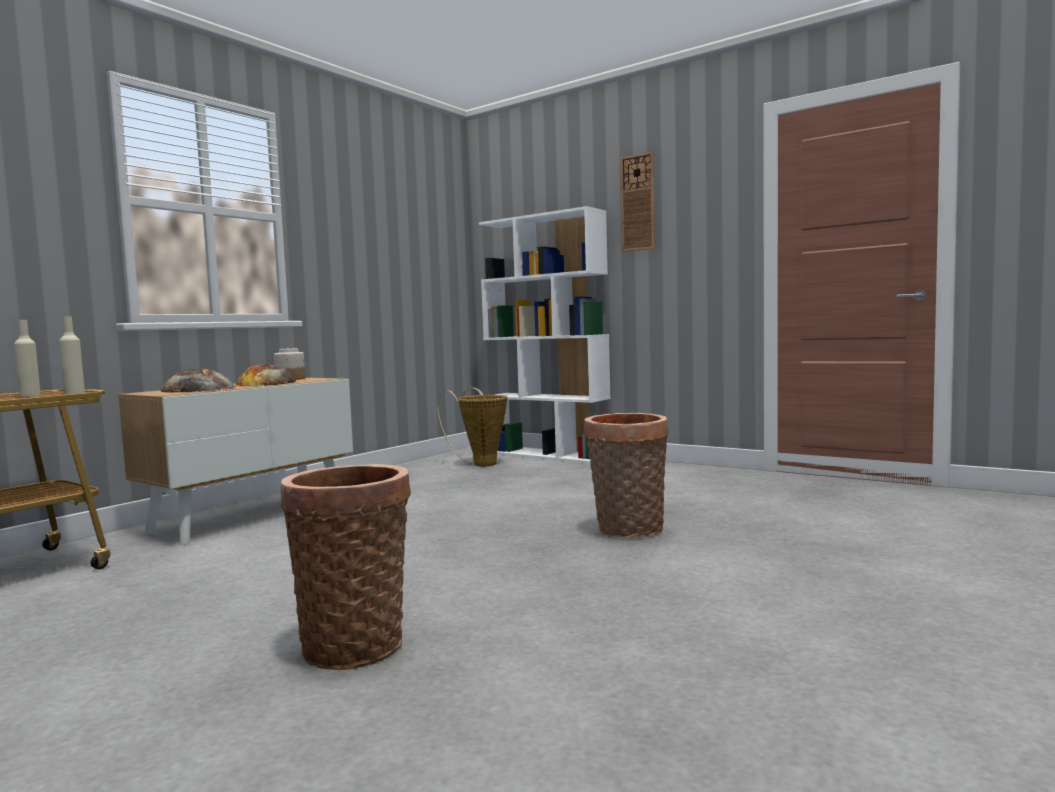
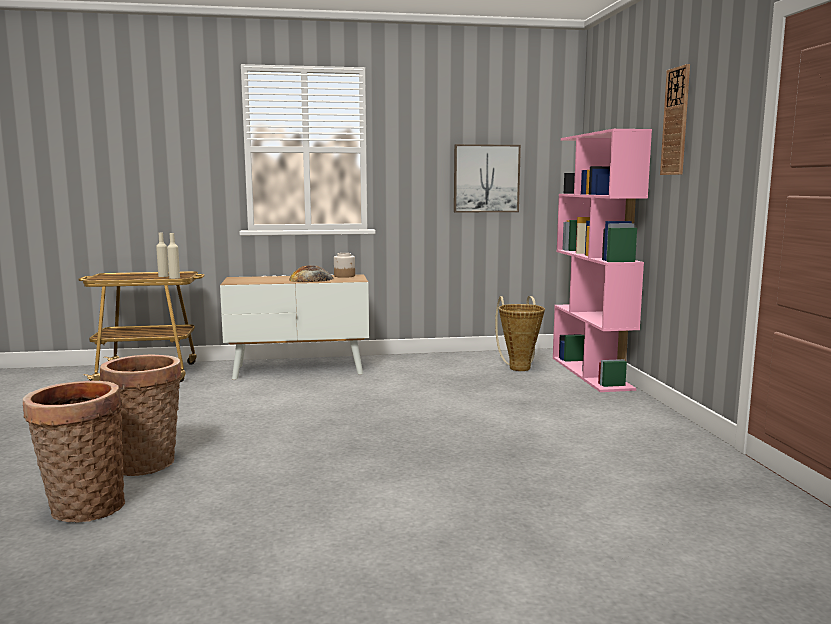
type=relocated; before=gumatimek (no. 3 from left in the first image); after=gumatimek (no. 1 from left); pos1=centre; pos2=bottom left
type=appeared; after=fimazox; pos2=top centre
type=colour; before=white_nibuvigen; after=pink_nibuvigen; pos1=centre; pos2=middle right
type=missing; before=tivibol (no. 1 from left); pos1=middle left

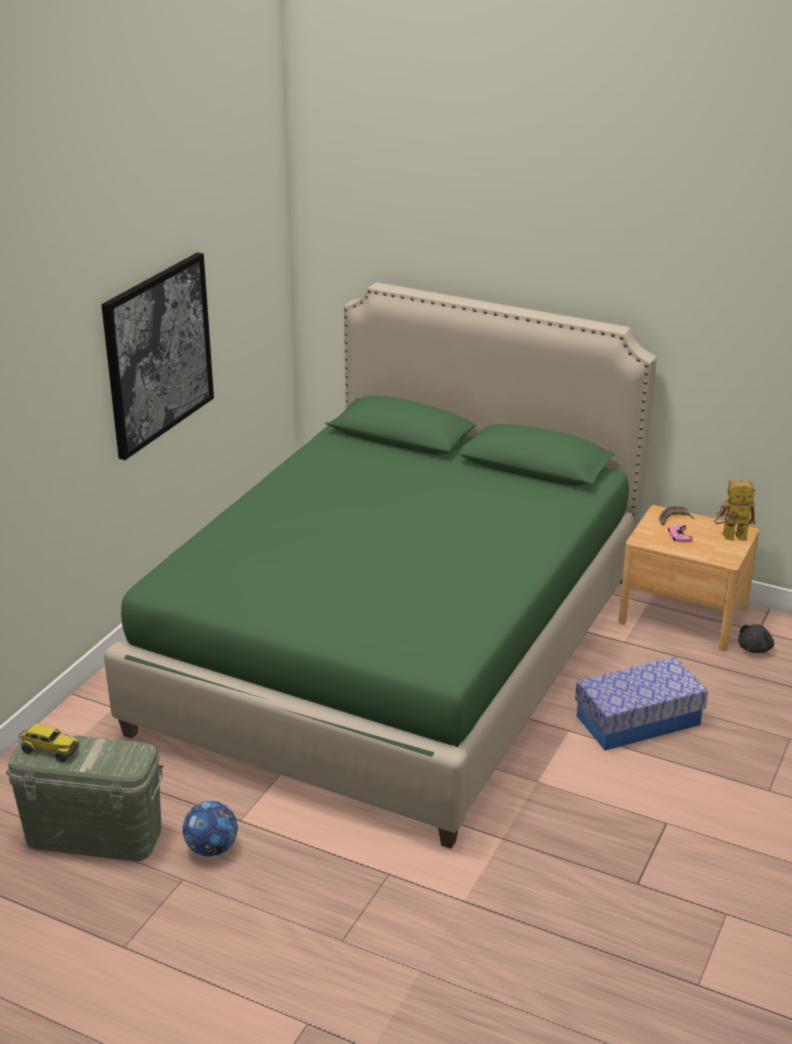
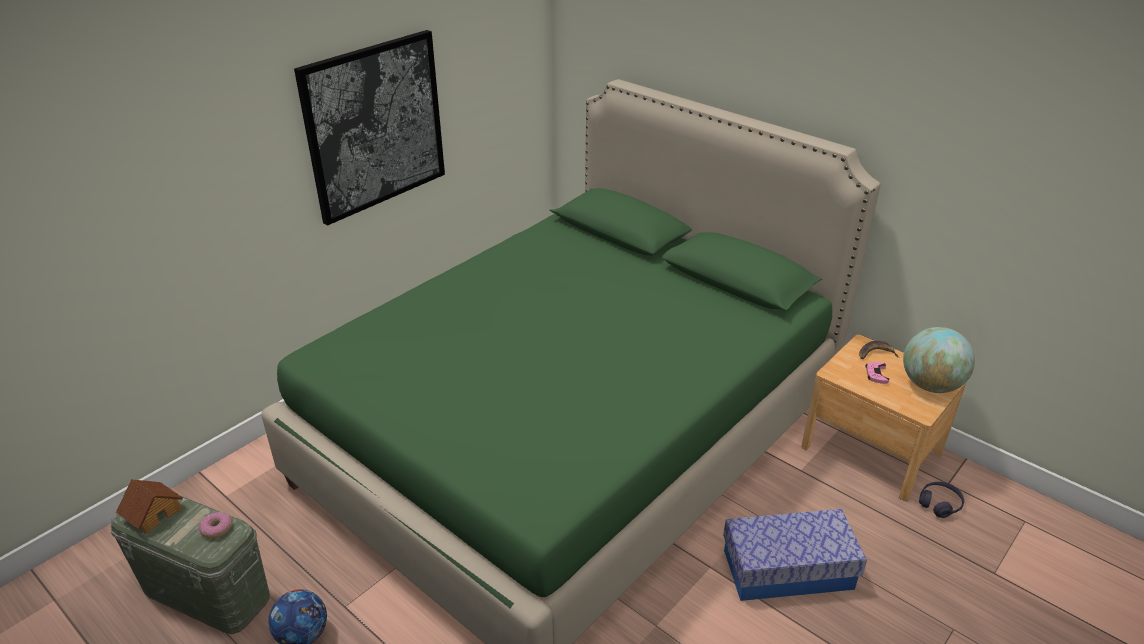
type=exchanged; before=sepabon; after=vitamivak; pos1=bottom left; pos2=bottom left
type=appeared; after=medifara; pos2=bottom left
type=exchanged; before=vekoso; after=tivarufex; pos1=middle right; pos2=middle right
type=exchanged; before=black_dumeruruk; after=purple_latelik; pos1=middle right; pos2=bottom right

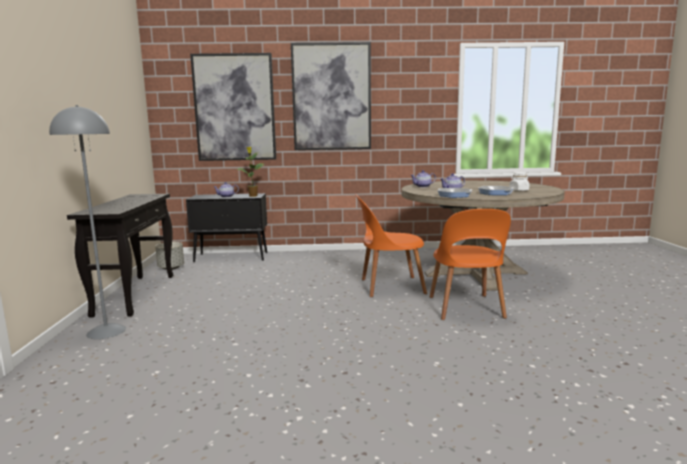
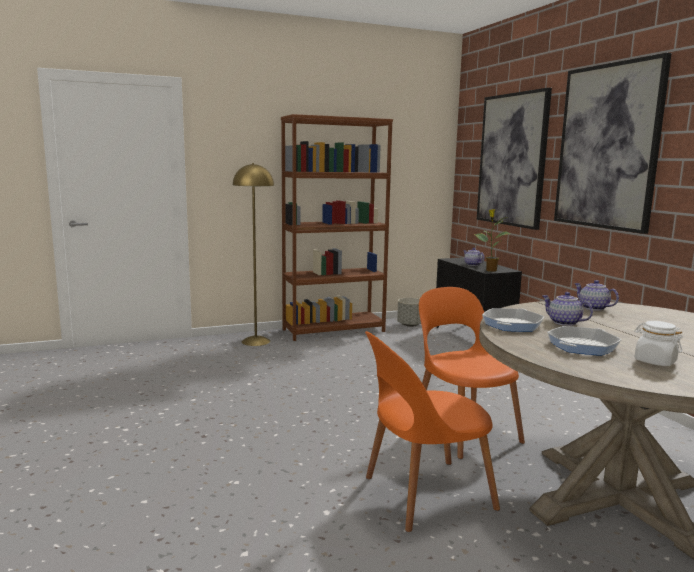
type=colour; before=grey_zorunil; after=yellow_zorunil; pos1=middle left; pos2=centre
type=exchanged; before=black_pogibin; after=brown_nibuvigen; pos1=middle left; pos2=centre

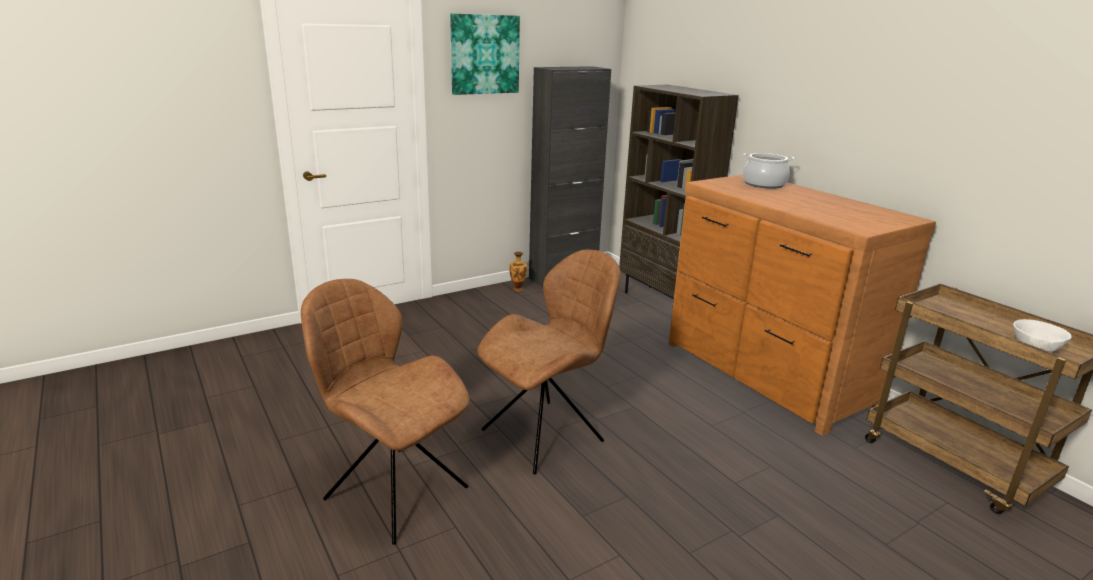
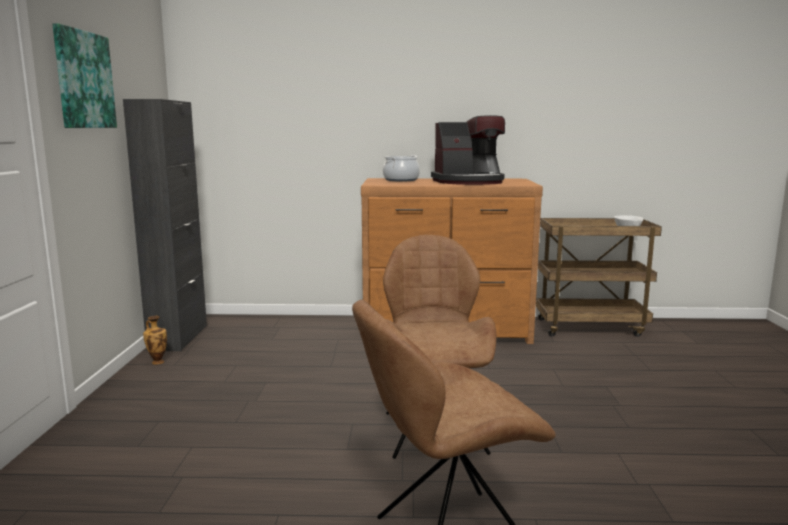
type=appeared; after=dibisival; pos2=top centre
type=missing; before=brown_nibuvigen; pos1=centre

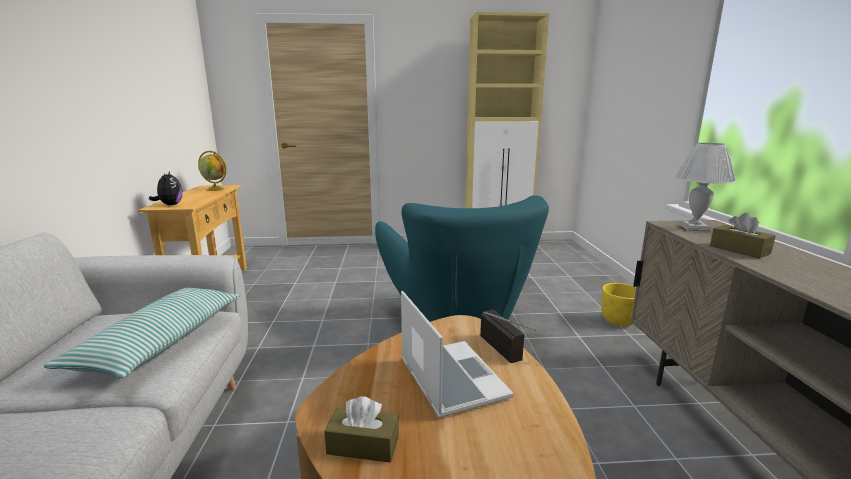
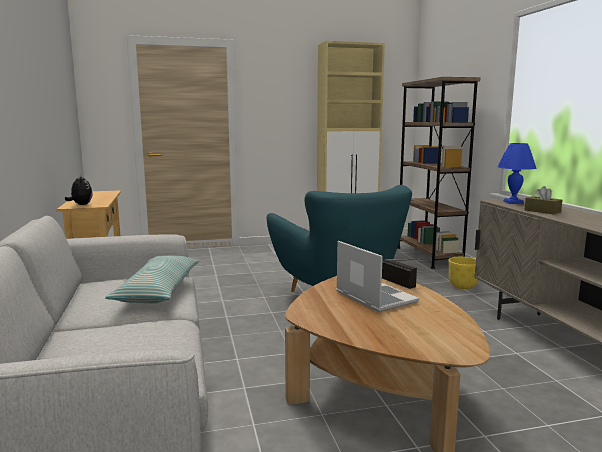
type=appeared; after=brown_nibuvigen; pos2=middle right
type=colour; before=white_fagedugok; after=blue_fagedugok; pos1=middle right; pos2=middle right
type=missing; before=tivarufex; pos1=middle left
type=missing; before=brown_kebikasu (no. 1 from left); pos1=bottom centre

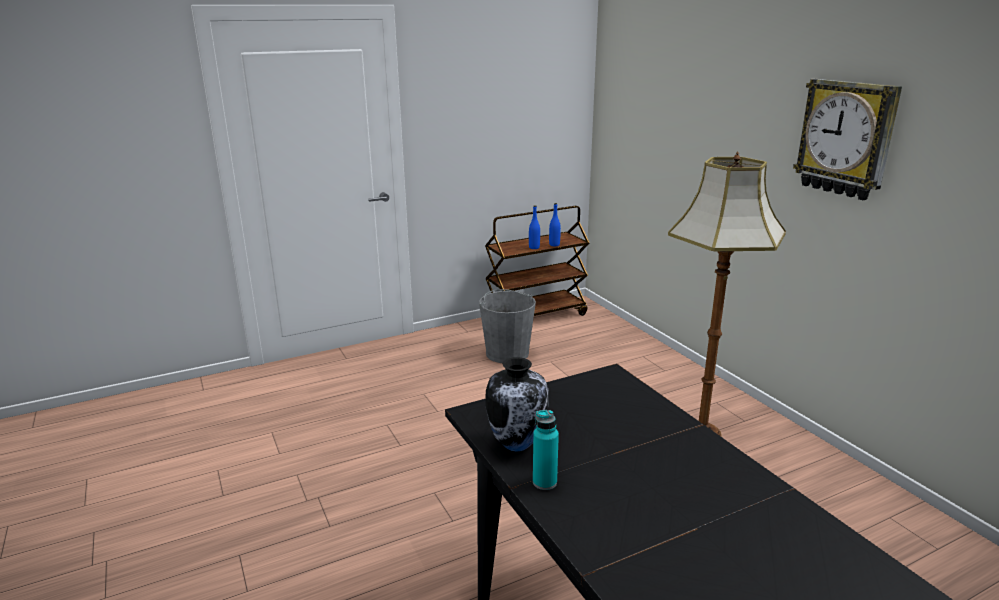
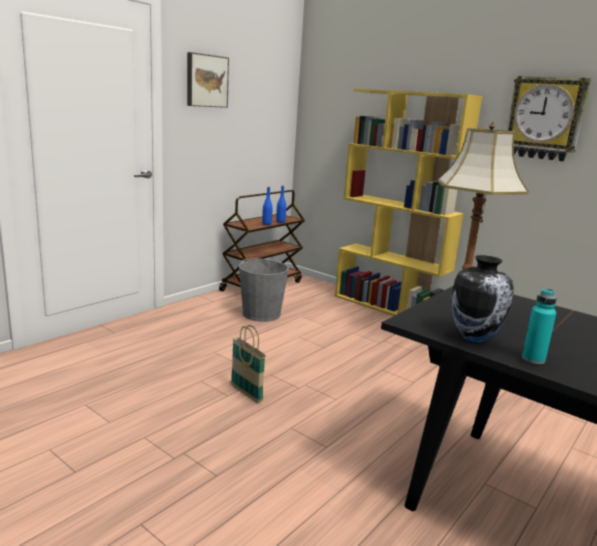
type=appeared; after=fimazox; pos2=top centre
type=appeared; after=gumatimek; pos2=bottom centre
type=appeared; after=yellow_nibuvigen; pos2=middle right

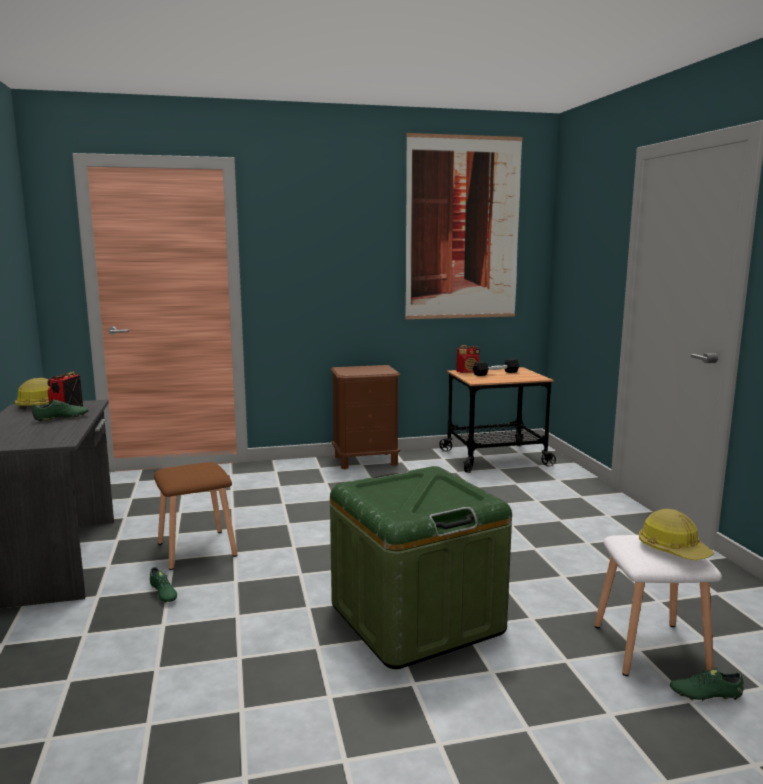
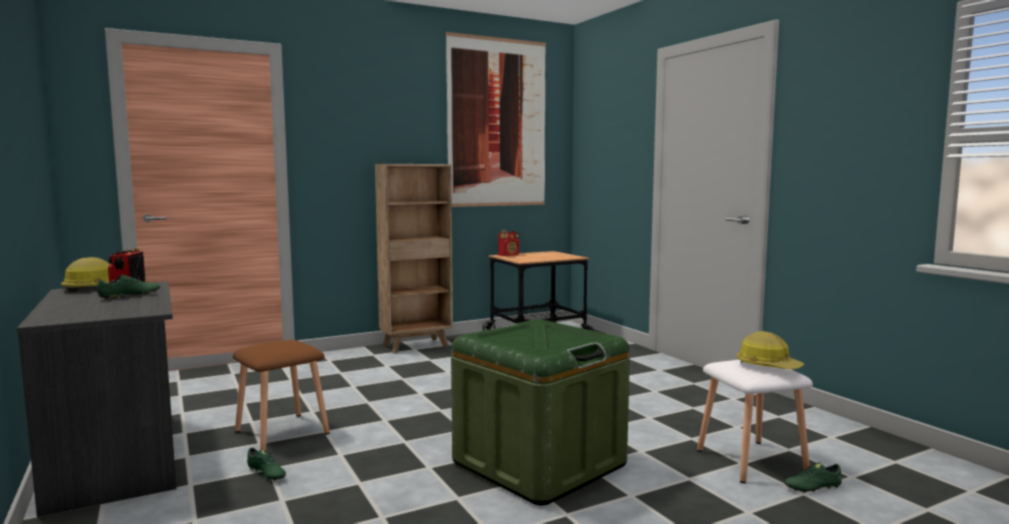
type=exchanged; before=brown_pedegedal; after=brown_nibuvigen; pos1=centre; pos2=centre
type=missing; before=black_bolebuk; pos1=centre

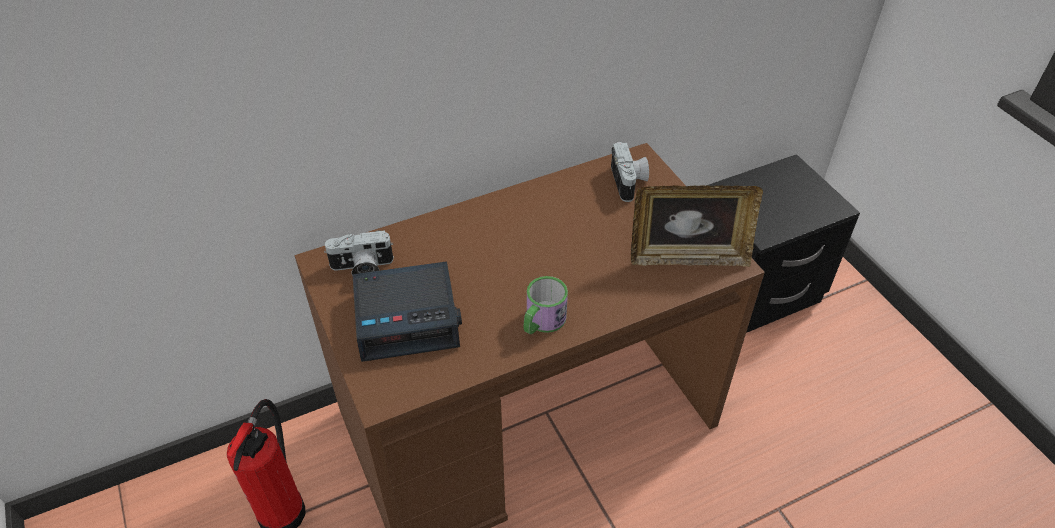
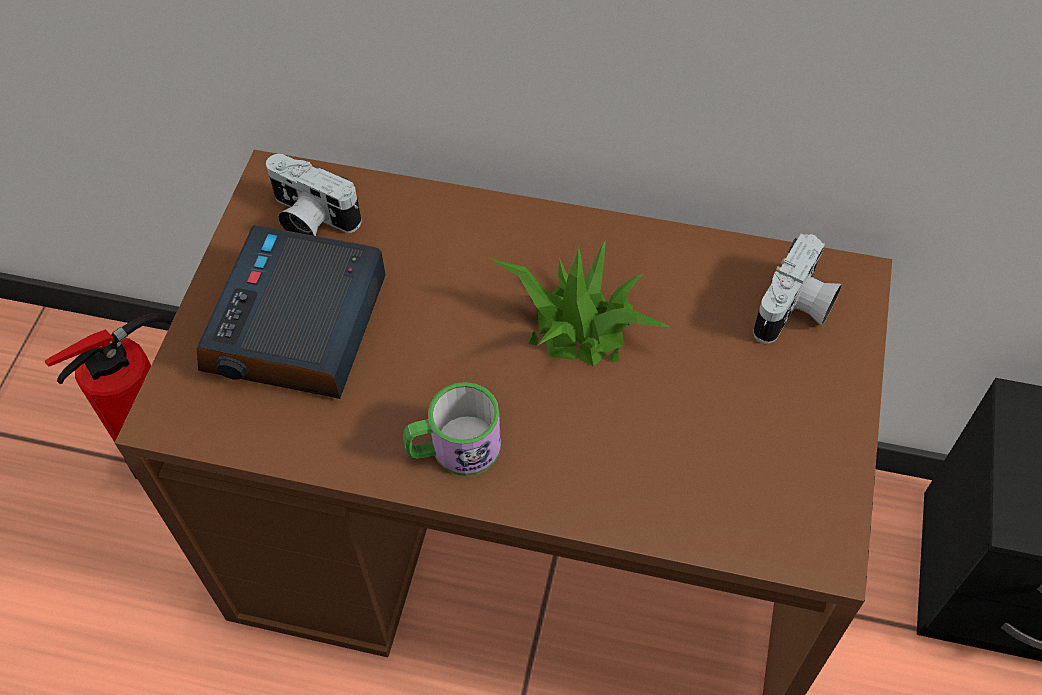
type=spun; before=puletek; pos1=centre; pos2=middle left; turn=75
type=appeared; after=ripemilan; pos2=centre
type=missing; before=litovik; pos1=centre

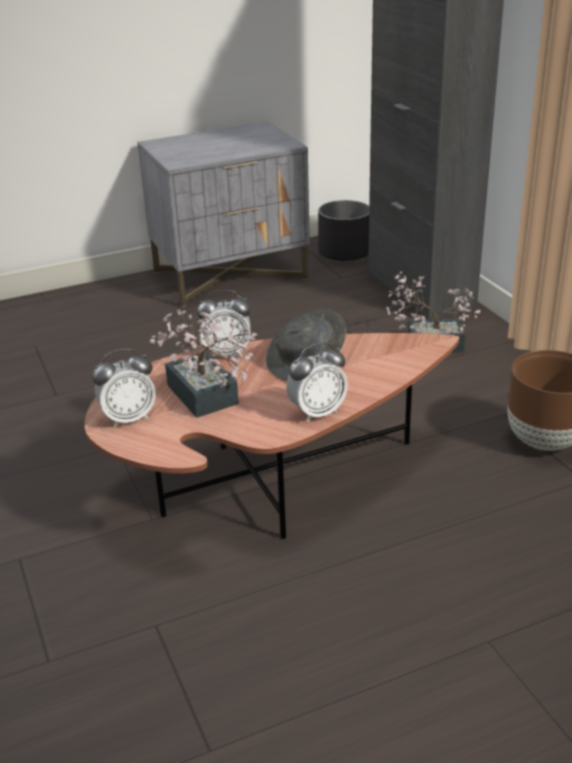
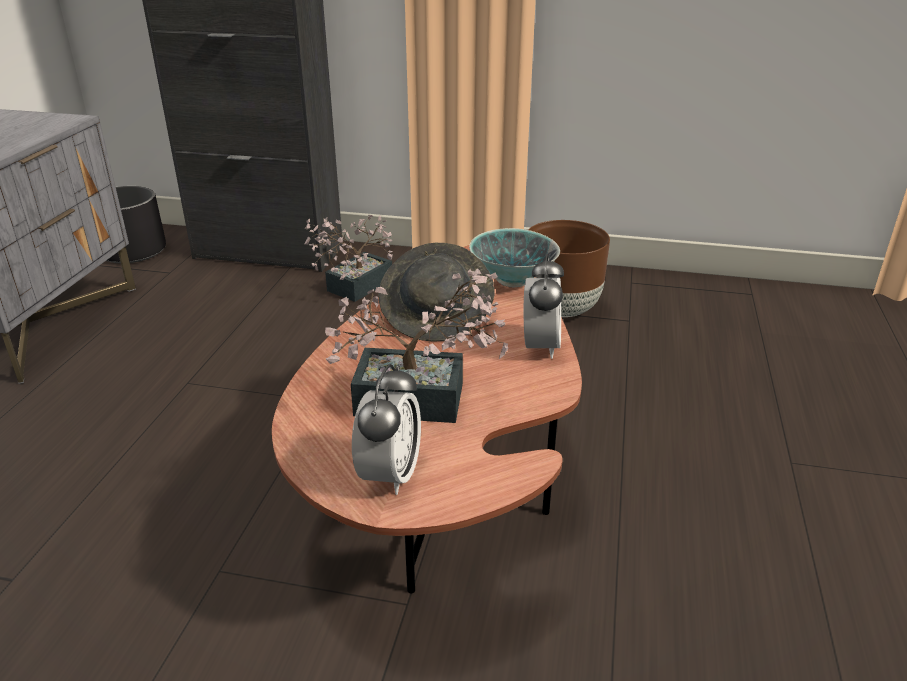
type=appeared; after=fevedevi; pos2=centre
type=missing; before=puletek (no. 2 from left); pos1=centre

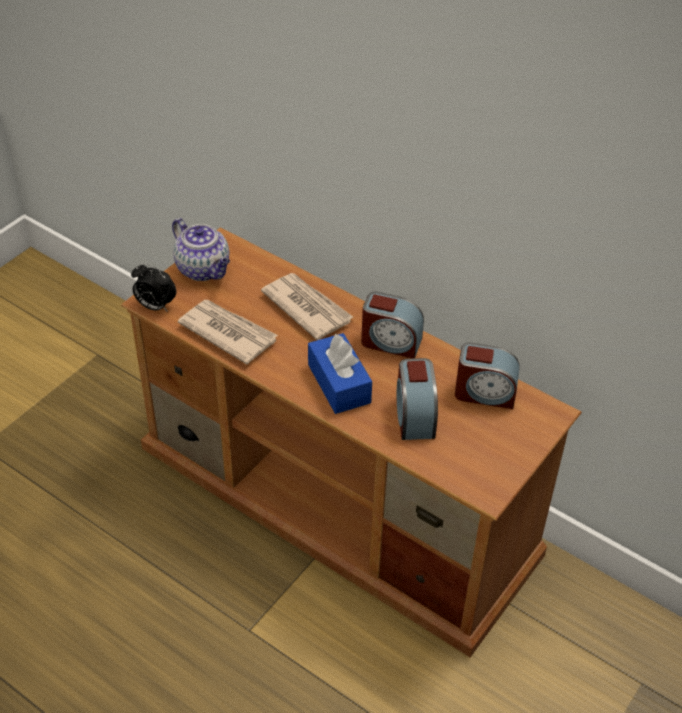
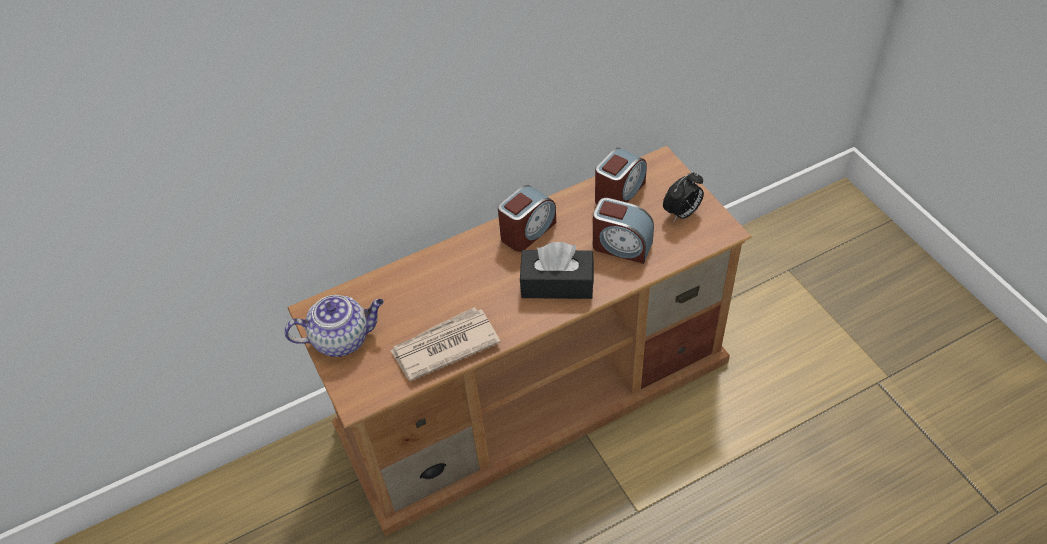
type=colour; before=blue_kebikasu; after=black_kebikasu; pos1=centre; pos2=centre
type=relocated; before=puletek (no. 1 from left in the first image); after=puletek (no. 4 from left); pos1=middle left; pos2=centre
type=missing; before=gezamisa (no. 2 from left); pos1=centre

